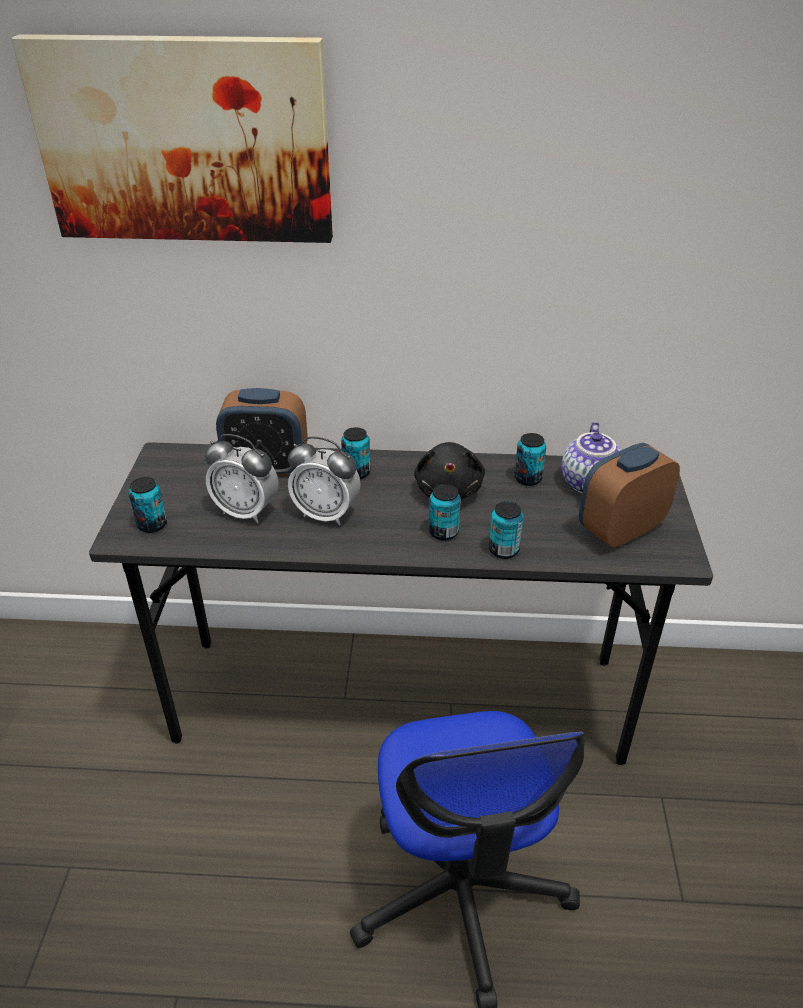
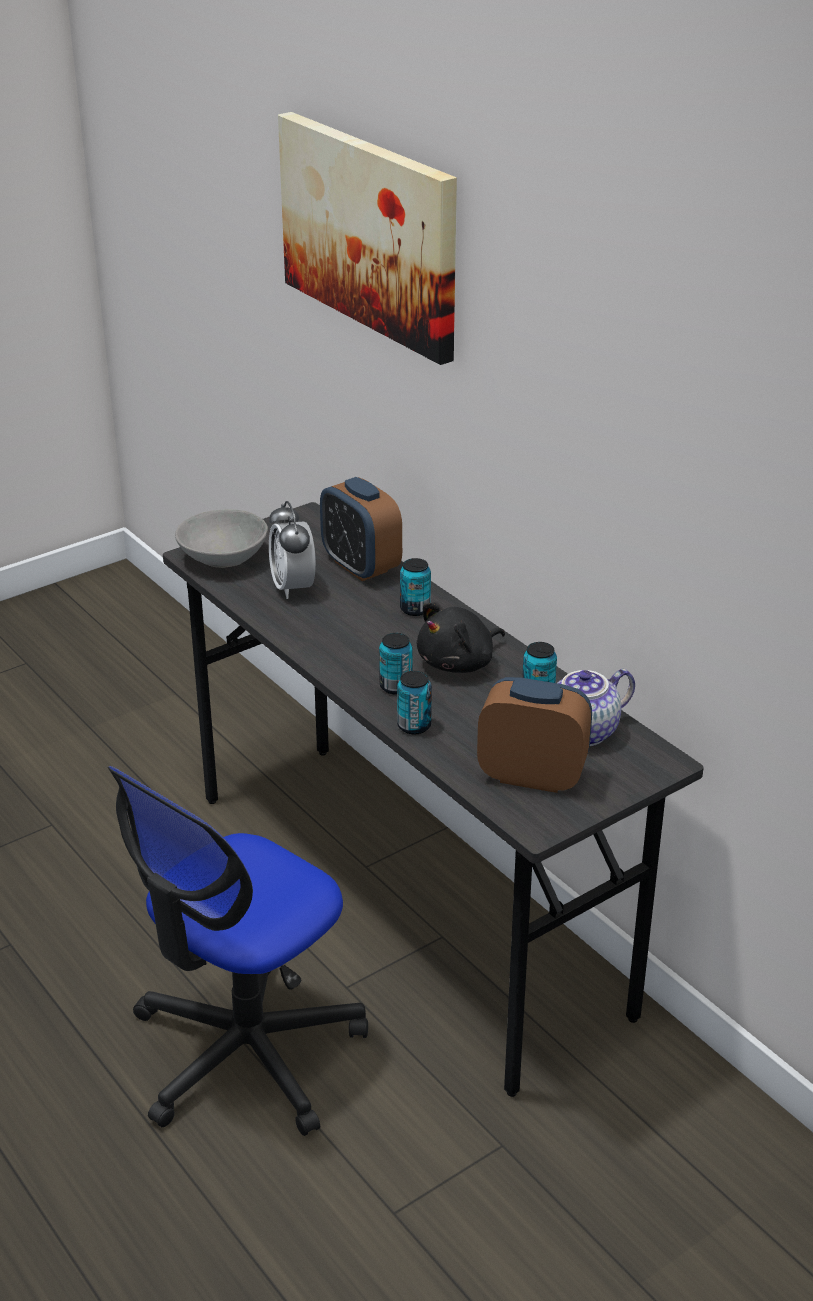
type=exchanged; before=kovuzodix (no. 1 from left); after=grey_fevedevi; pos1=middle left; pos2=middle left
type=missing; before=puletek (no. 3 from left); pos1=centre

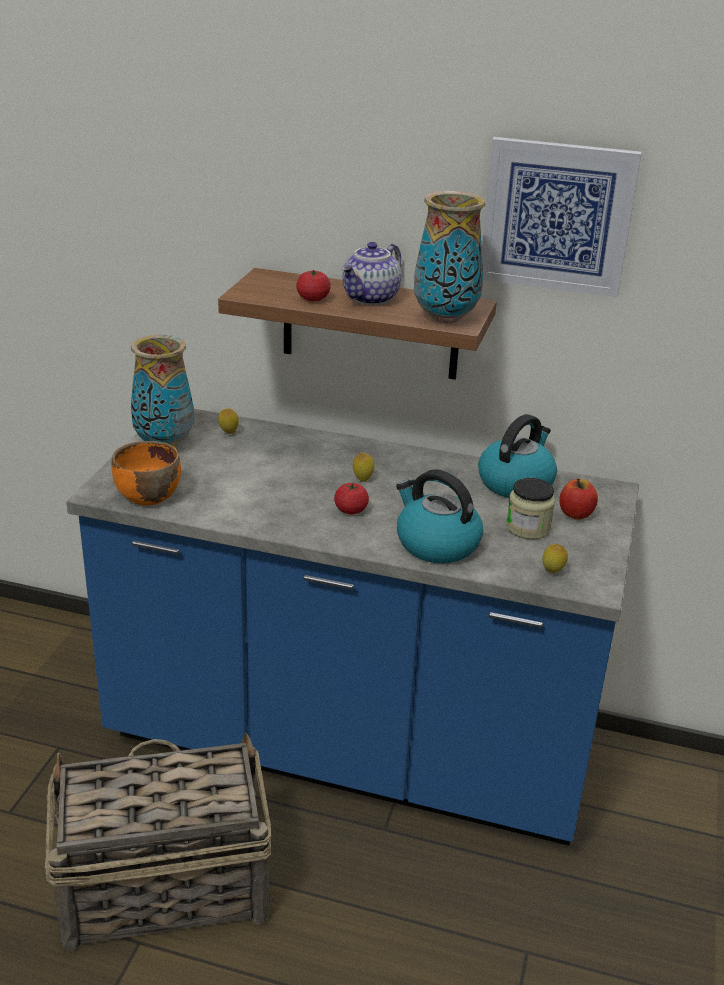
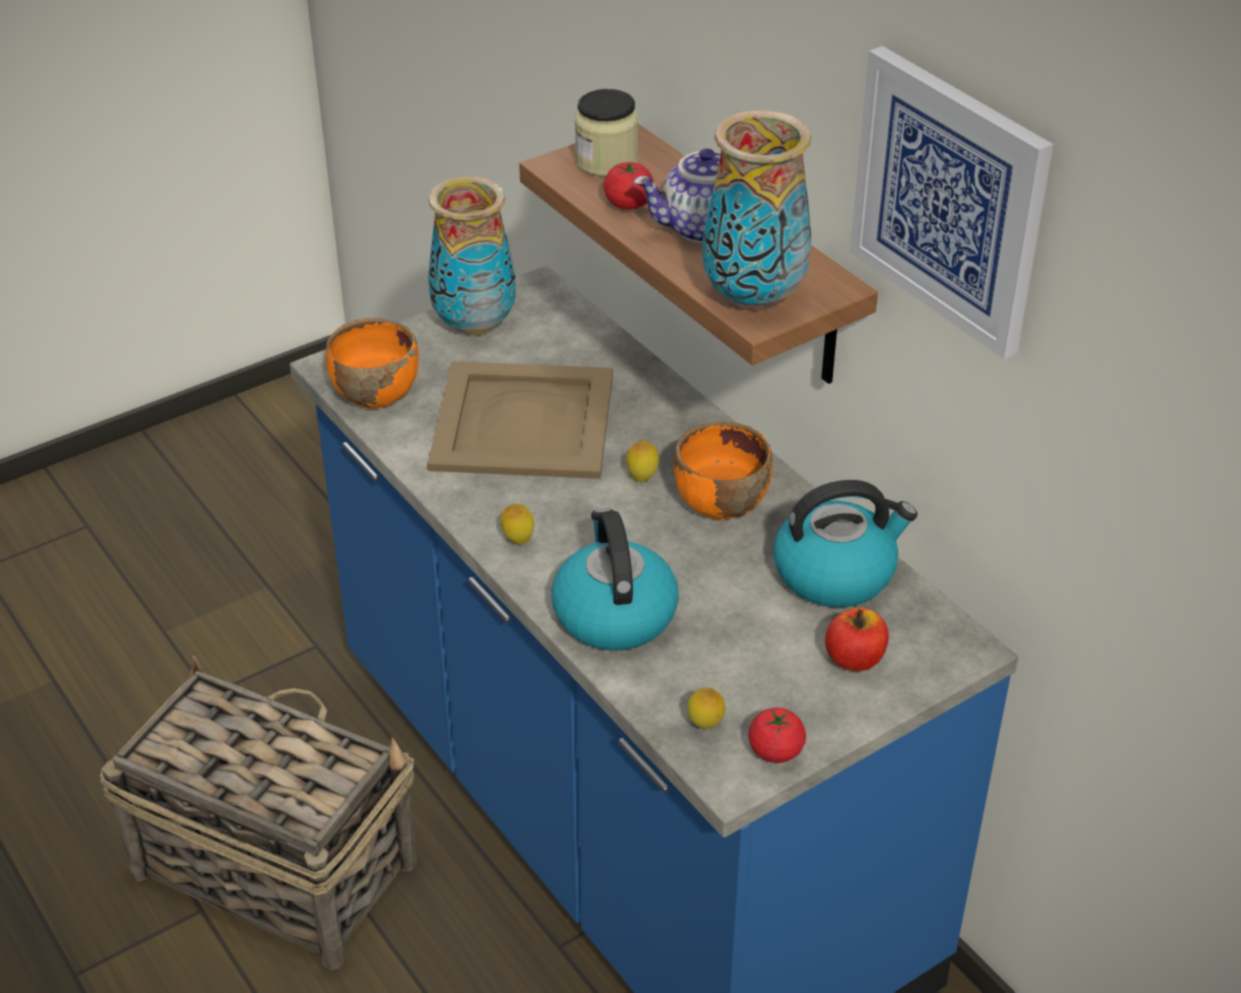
type=appeared; after=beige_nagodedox; pos2=centre
type=relocated; before=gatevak (no. 1 from left); pos1=middle left; pos2=centre
type=relocated; before=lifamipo; pos1=middle right; pos2=top centre
type=appeared; after=orange_fevedevi (no. 2 from left); pos2=centre
type=relocated; before=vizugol (no. 2 from left); pos1=centre; pos2=bottom centre

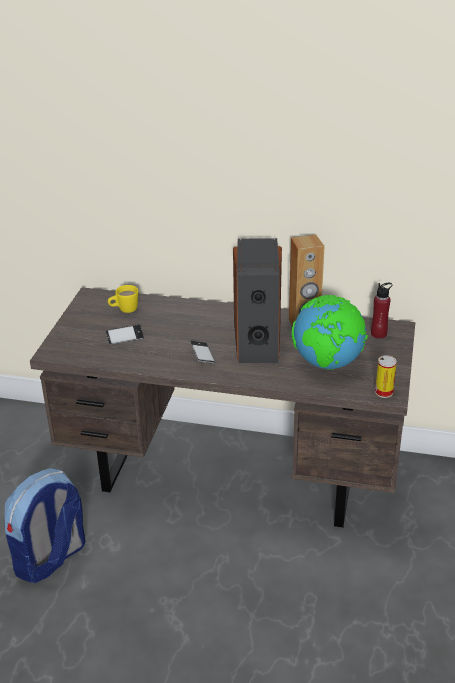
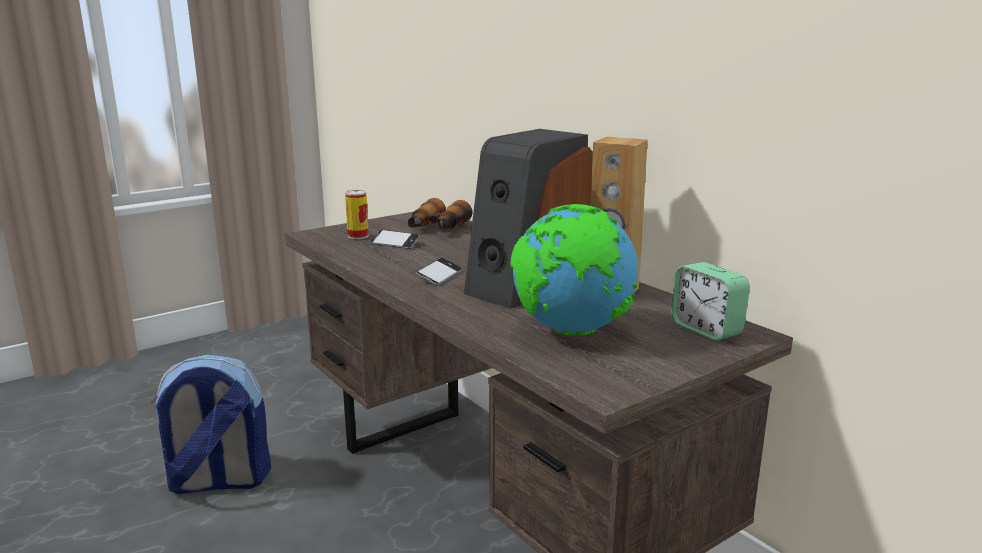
type=relocated; before=kovuzodix; pos1=middle right; pos2=centre
type=exchanged; before=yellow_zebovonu; after=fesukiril; pos1=middle left; pos2=centre
type=exchanged; before=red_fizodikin; after=puletek; pos1=middle right; pos2=middle right

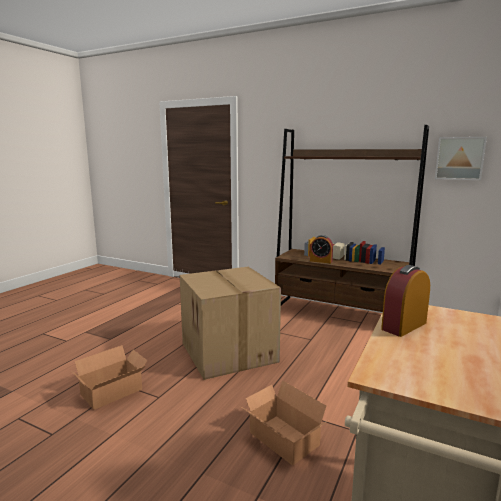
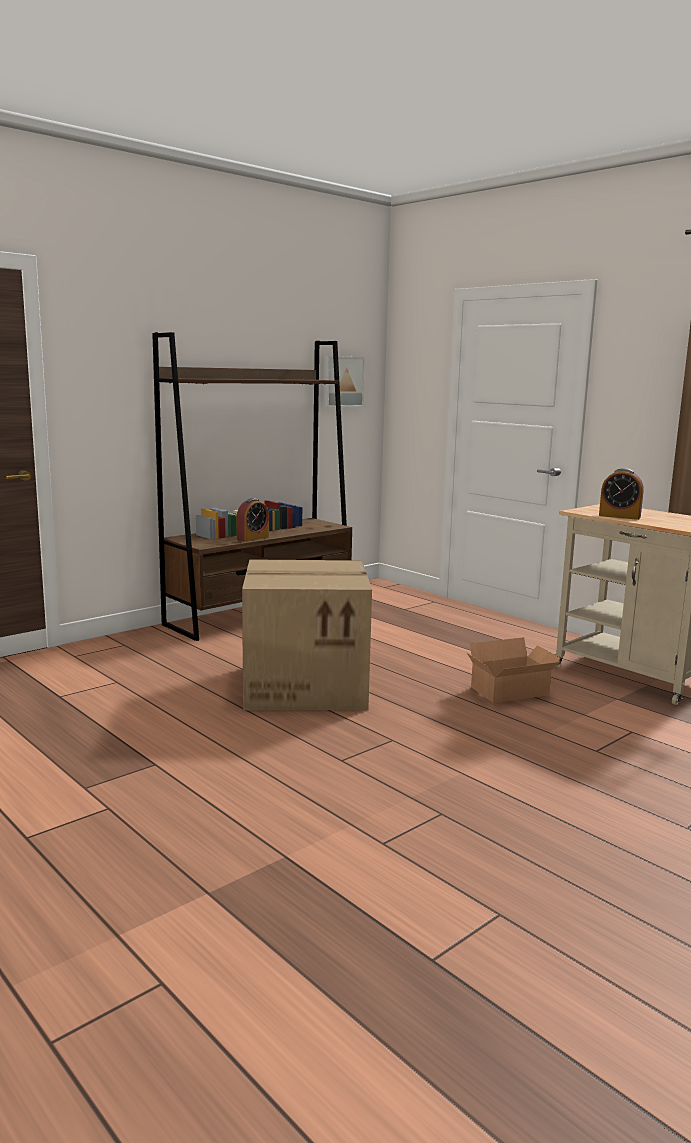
type=spun; before=puletek (no. 2 from left); pos1=middle right; pos2=middle right; turn=-45
type=missing; before=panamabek (no. 1 from left); pos1=bottom left

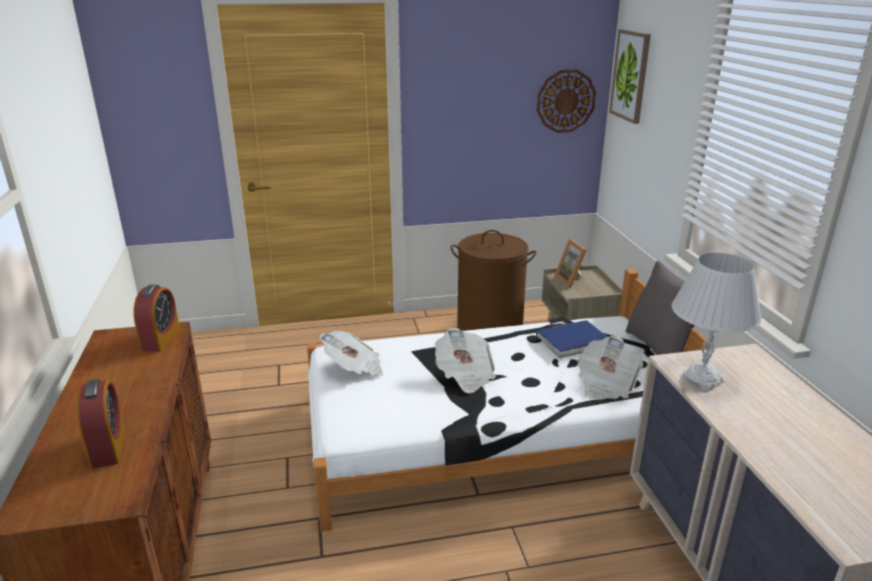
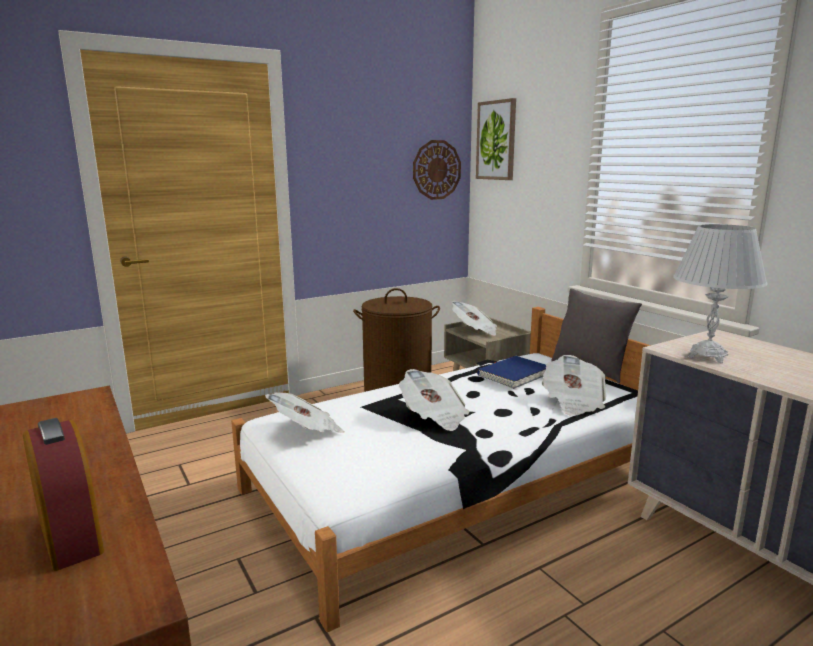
type=exchanged; before=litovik; after=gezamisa (no. 3 from left); pos1=centre; pos2=centre
type=missing; before=puletek (no. 2 from left); pos1=middle left

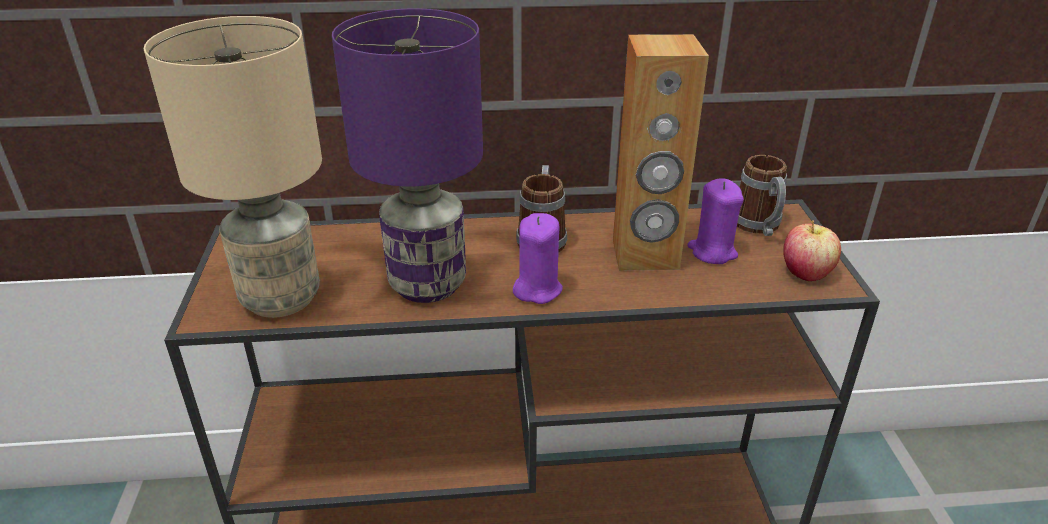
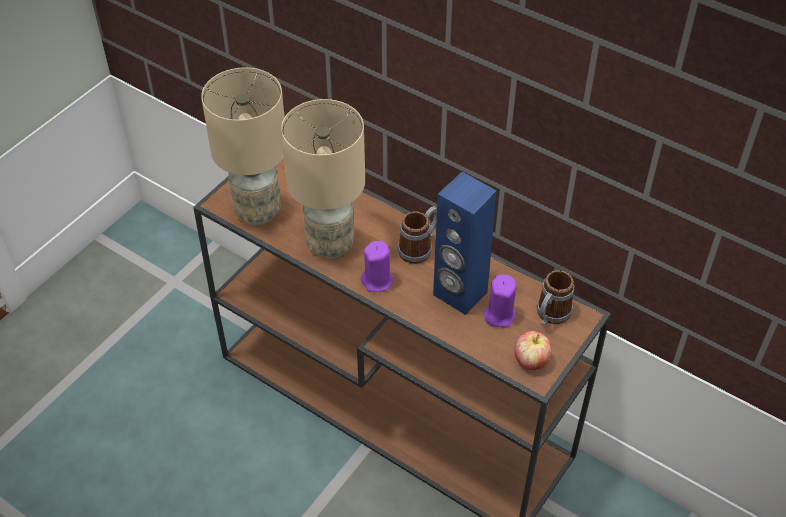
type=colour; before=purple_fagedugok; after=beige_fagedugok (no. 2 from left); pos1=top centre; pos2=centre
type=colour; before=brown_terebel; after=blue_terebel; pos1=top centre; pos2=centre

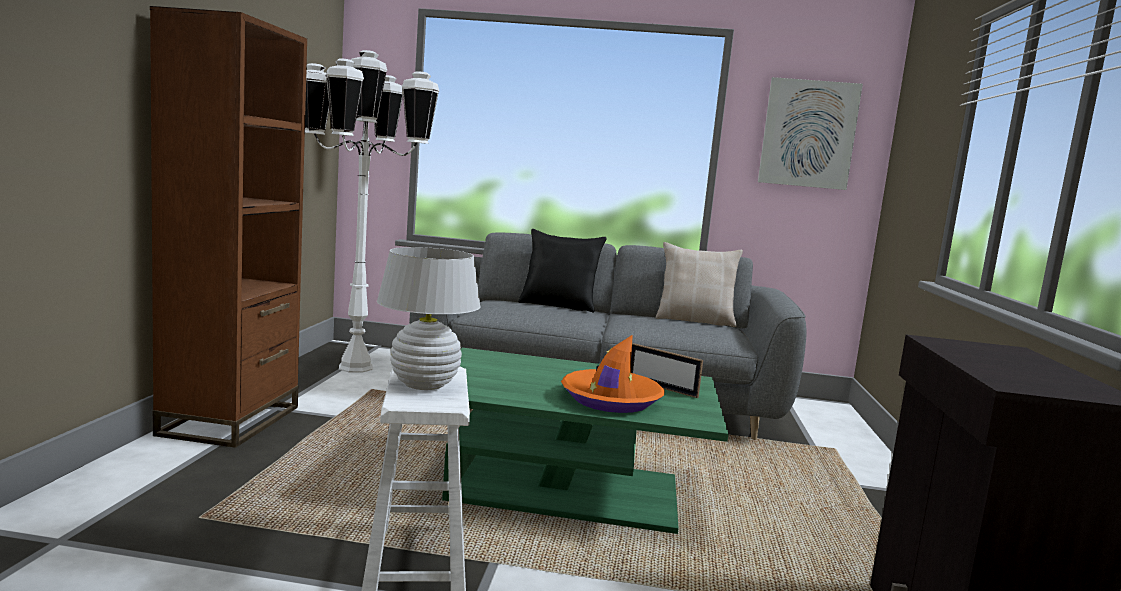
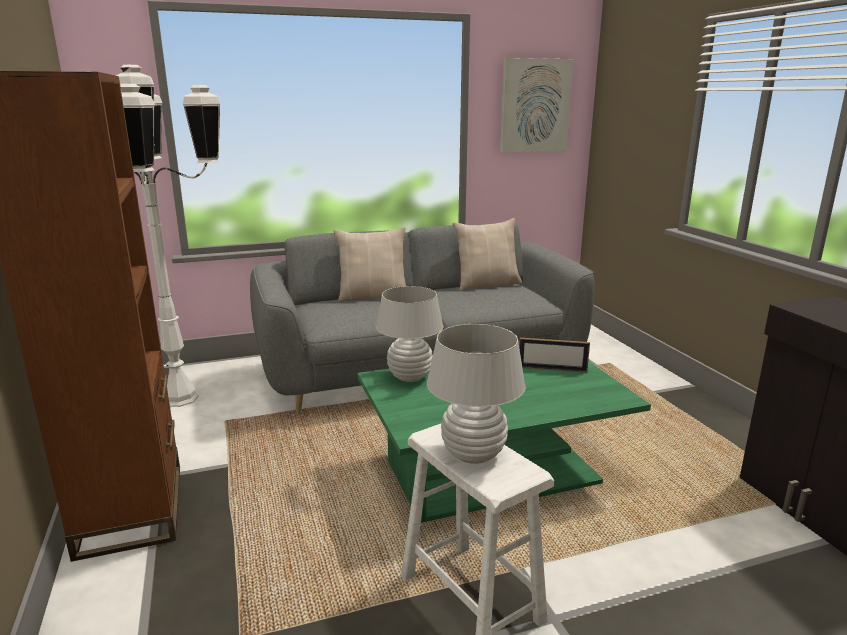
type=colour; before=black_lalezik; after=beige_lalezik (no. 1 from left); pos1=centre; pos2=centre
type=appeared; after=white_fagedugok (no. 1 from left); pos2=centre
type=missing; before=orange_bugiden; pos1=centre

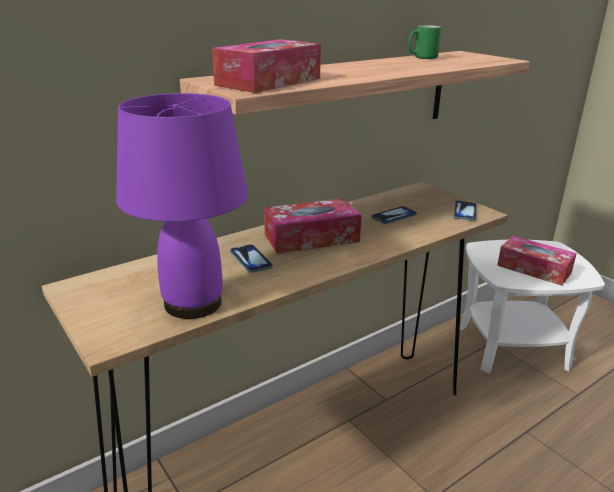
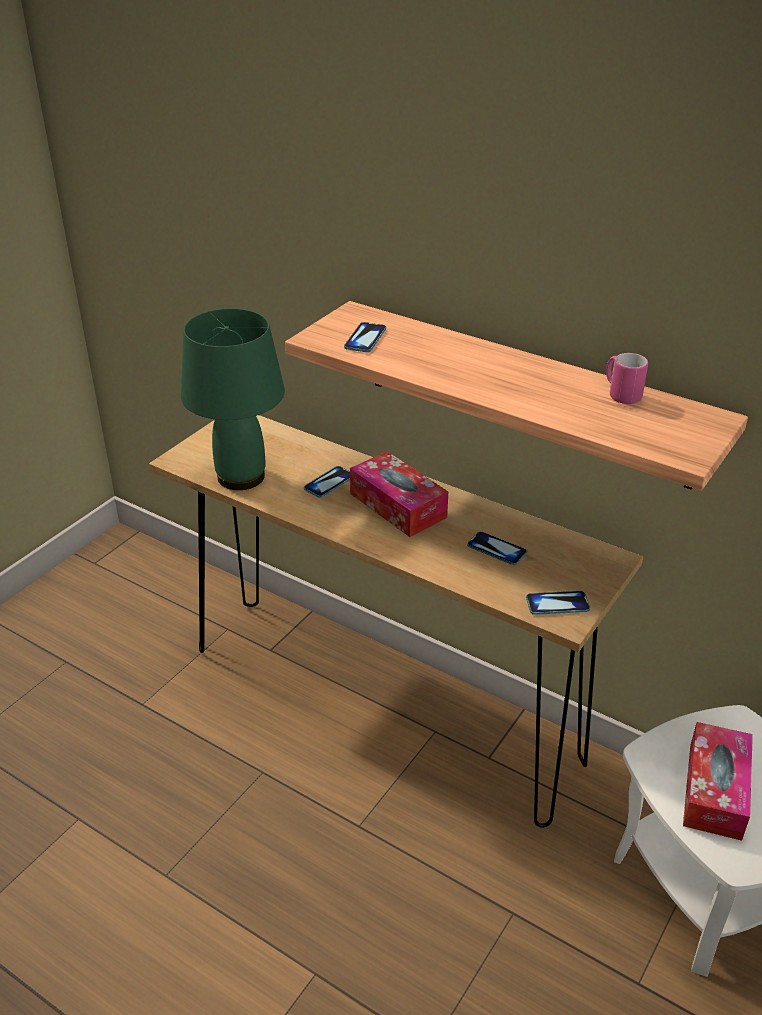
type=colour; before=purple_fagedugok; after=green_fagedugok; pos1=middle left; pos2=middle left
type=exchanged; before=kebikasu (no. 1 from left); after=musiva (no. 2 from left); pos1=top centre; pos2=top centre
type=colour; before=green_zebovonu; after=pink_zebovonu; pos1=top right; pos2=middle right

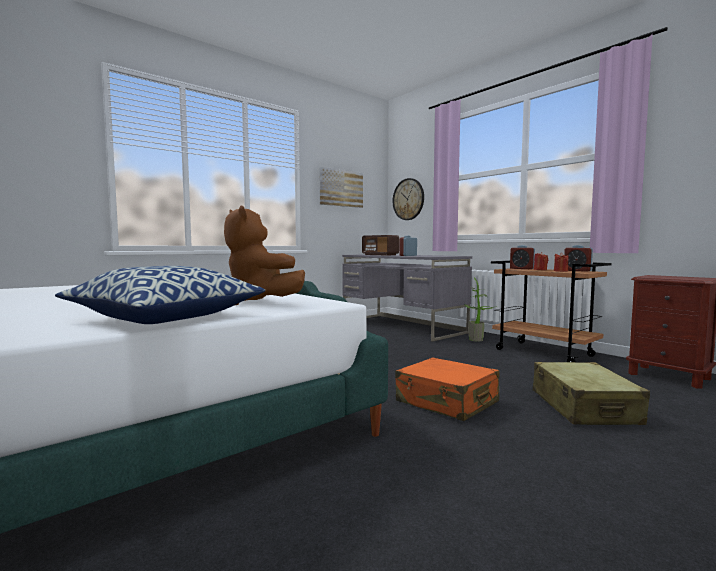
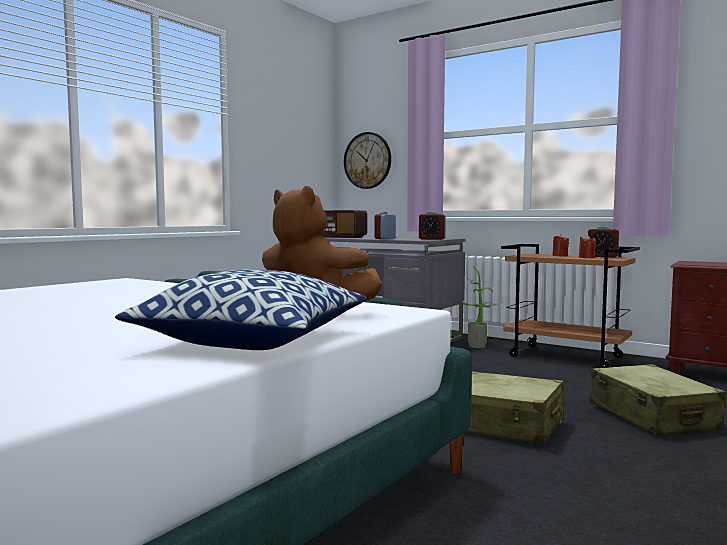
type=relocated; before=puletek (no. 2 from left); pos1=middle right; pos2=centre
type=colour; before=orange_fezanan; after=beige_fezanan (no. 1 from left); pos1=bottom centre; pos2=bottom right
type=missing; before=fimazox; pos1=top centre

